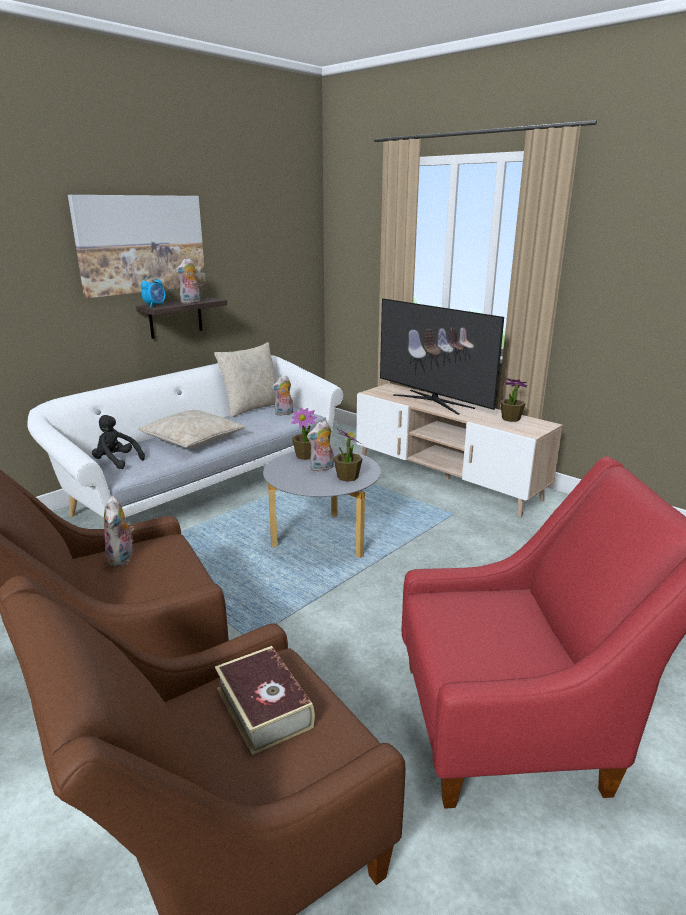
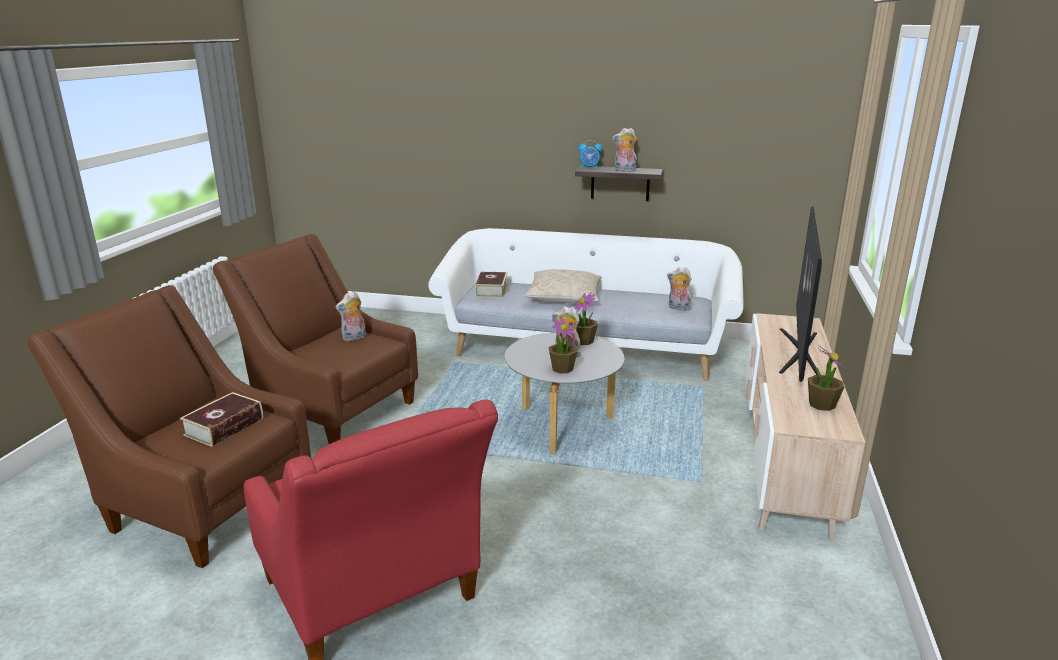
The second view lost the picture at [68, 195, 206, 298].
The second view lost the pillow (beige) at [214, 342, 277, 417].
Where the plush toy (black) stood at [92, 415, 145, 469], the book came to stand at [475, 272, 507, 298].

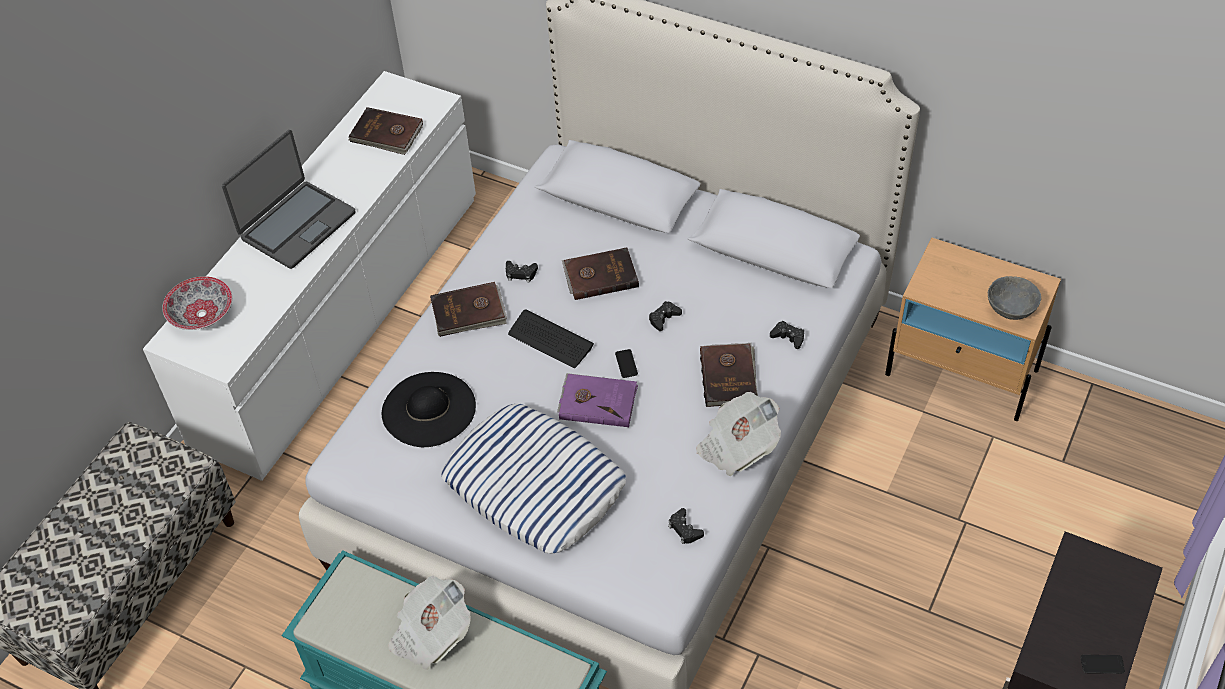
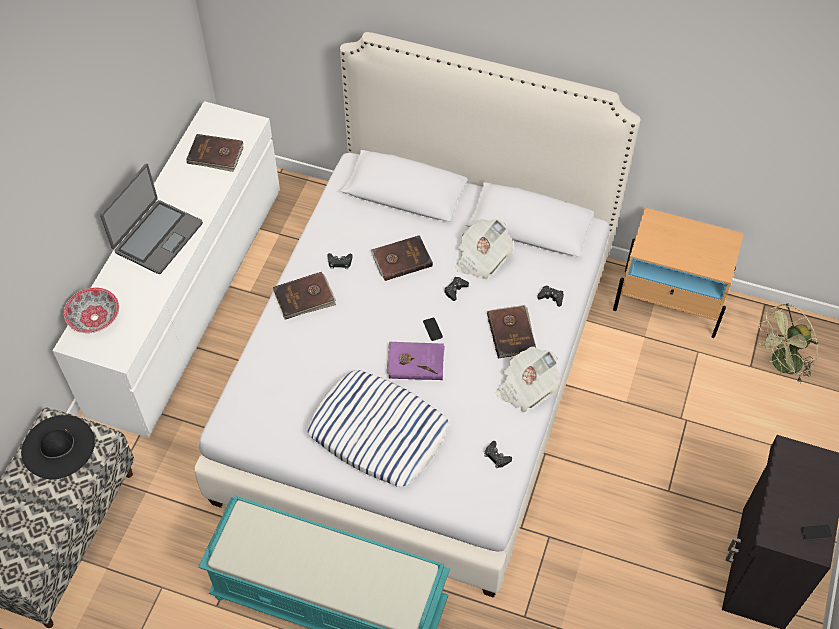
The second view lost the keyboard at [508, 309, 594, 368].
The second view lost the bowl (grey) at [988, 276, 1041, 320].
The second view gained the fan (green) at [759, 304, 818, 383].
The hat (black) ended up elsewhere, having gone from [382, 372, 476, 447] to [21, 415, 95, 479].
The newspaper ended up elsewhere, having gone from [388, 576, 471, 670] to [456, 219, 513, 279].

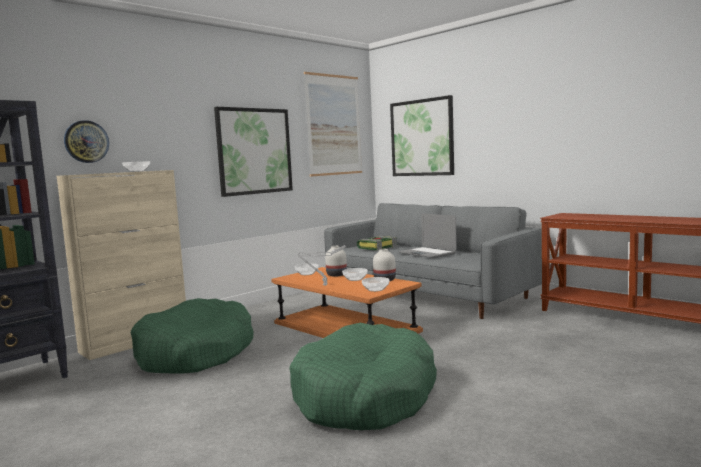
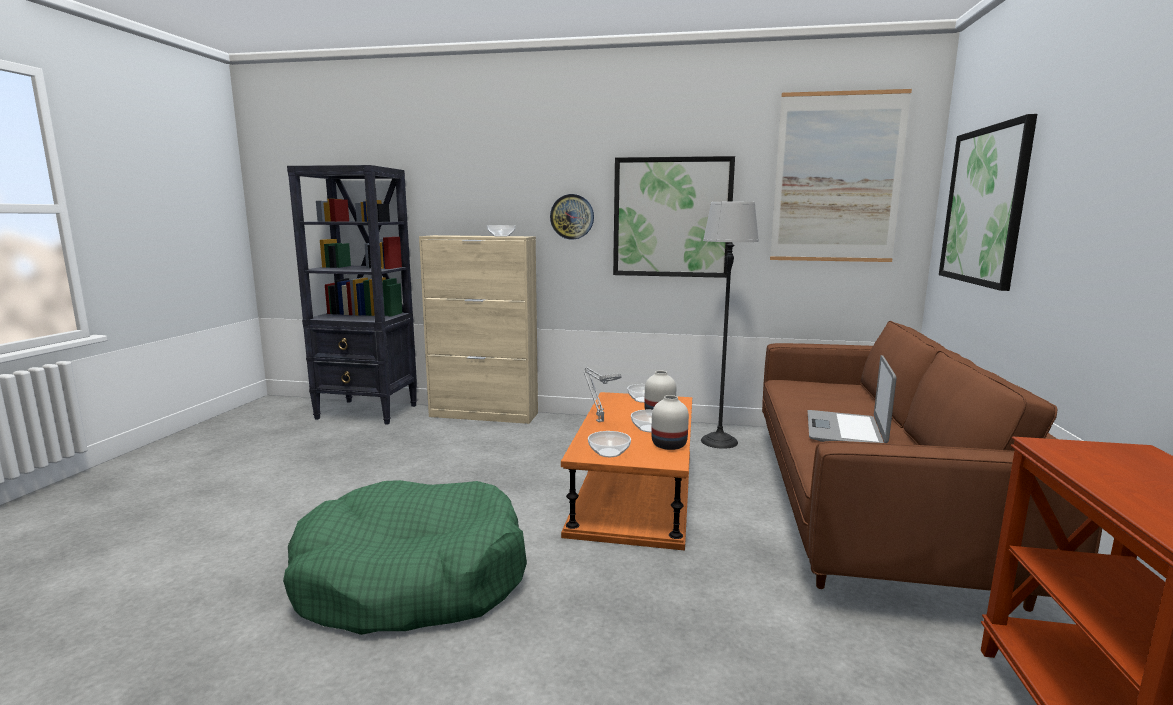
The second view lost the dog bed (green) at [131, 298, 253, 374].
The second view lost the book at [357, 236, 397, 251].
The second view gained the floor lamp at [701, 202, 759, 449].
The wall clock ended up elsewhere, having gone from [64, 120, 109, 163] to [550, 194, 594, 239].
What was the sofa (grey) at [324, 203, 542, 319] turned into the sofa (brown) at [762, 321, 1102, 612].

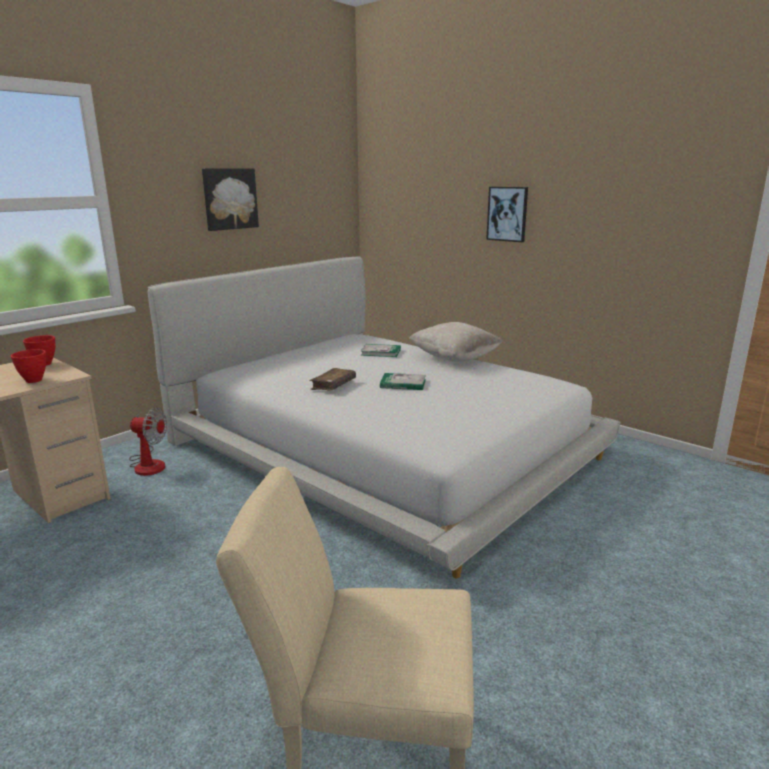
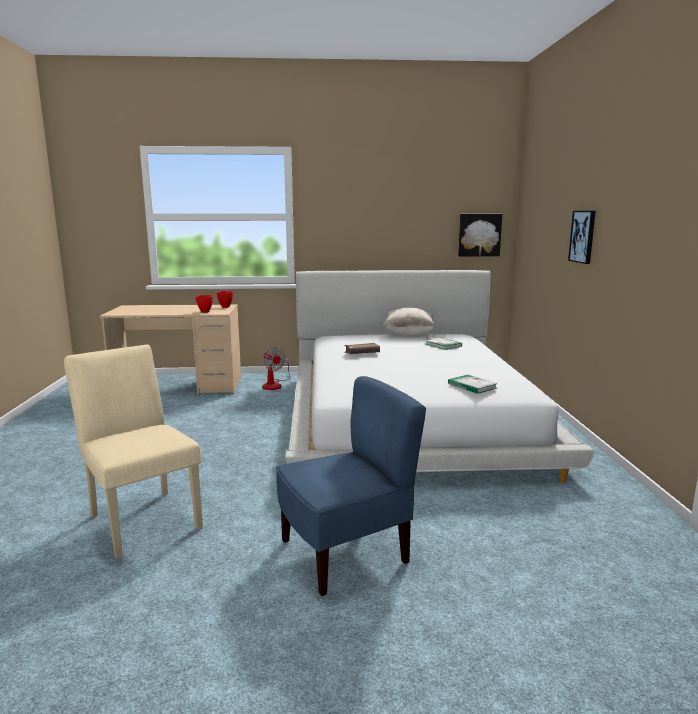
The second view gained the chair (blue) at [276, 376, 426, 596].
The picture ended up elsewhere, having gone from [202, 168, 259, 231] to [458, 214, 502, 256].
The book ended up elsewhere, having gone from [380, 373, 426, 390] to [448, 375, 498, 394].
The pillow (beige) ended up elsewhere, having gone from [409, 322, 503, 362] to [383, 308, 435, 336].

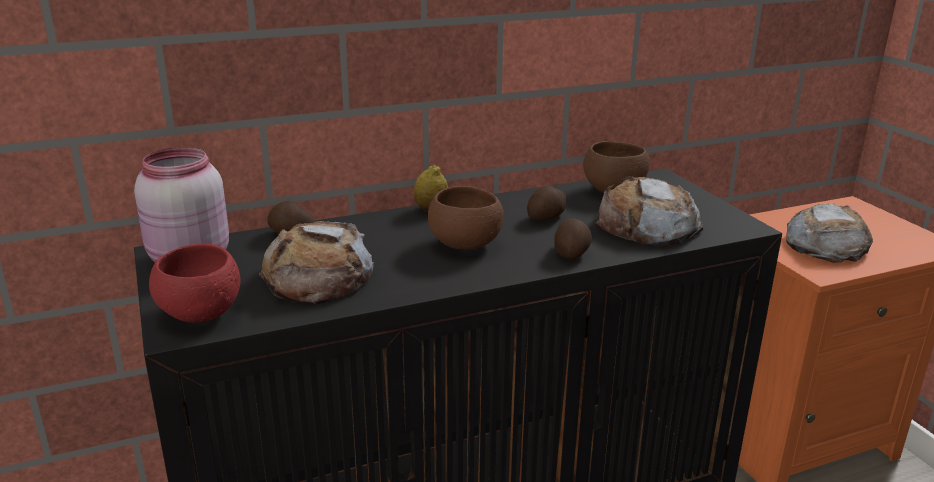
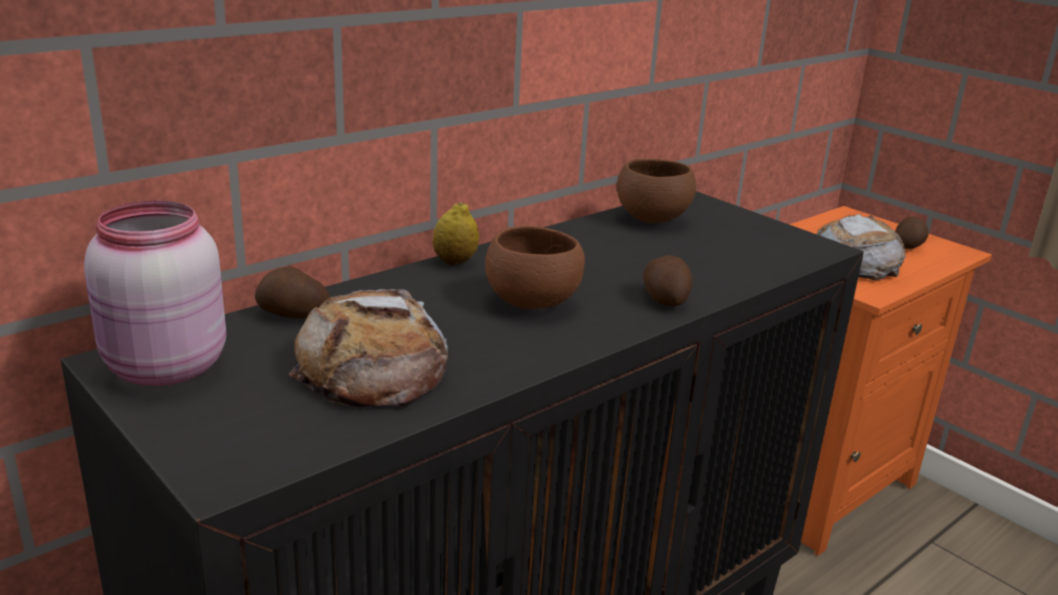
The second view lost the bowl (red) at [149, 243, 241, 322].
The second view lost the bread at [595, 176, 703, 245].
The potato ended up elsewhere, having gone from [527, 186, 566, 221] to [895, 217, 929, 249].

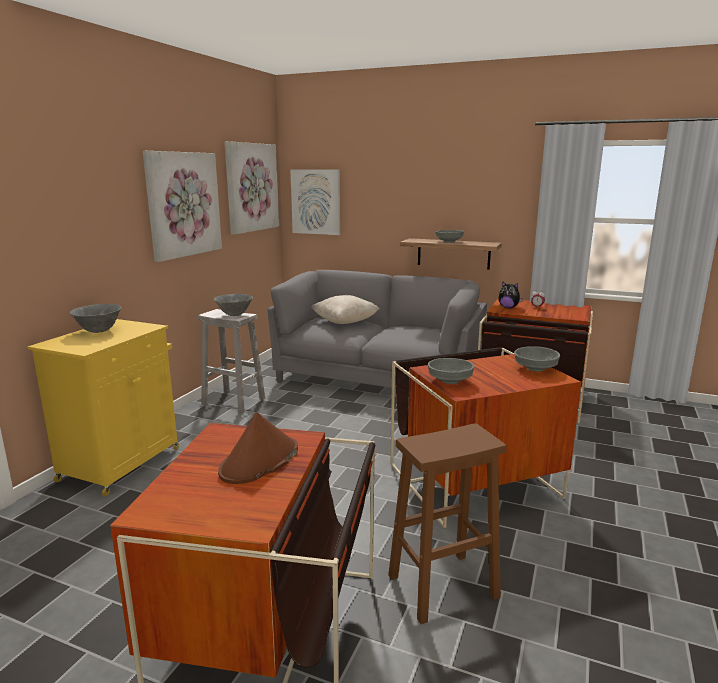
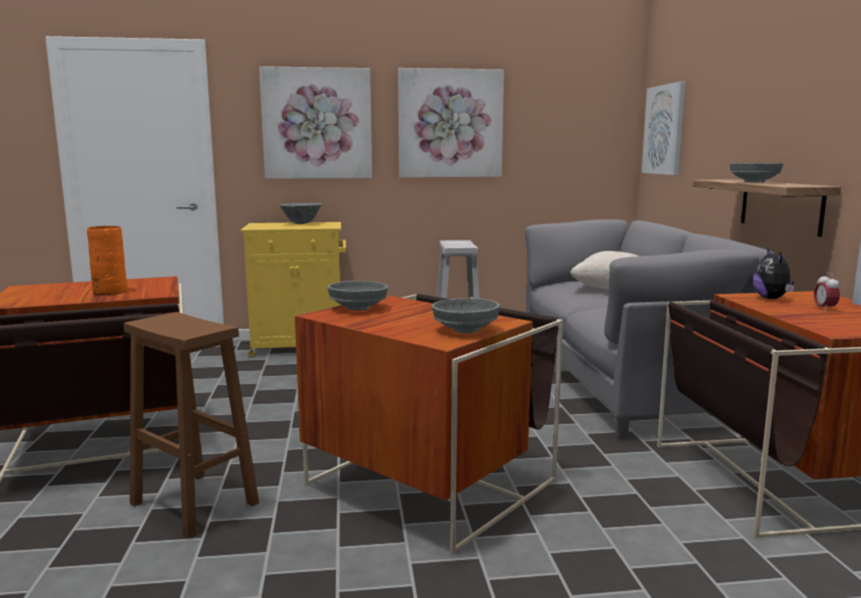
The second view lost the bowl (grey) at [214, 294, 253, 316].
The picture ended up elsewhere, having gone from [225, 141, 279, 235] to [259, 66, 372, 179].
Where the hat (brown) stood at [218, 412, 298, 484], the vase (orange) came to stand at [87, 226, 128, 295].

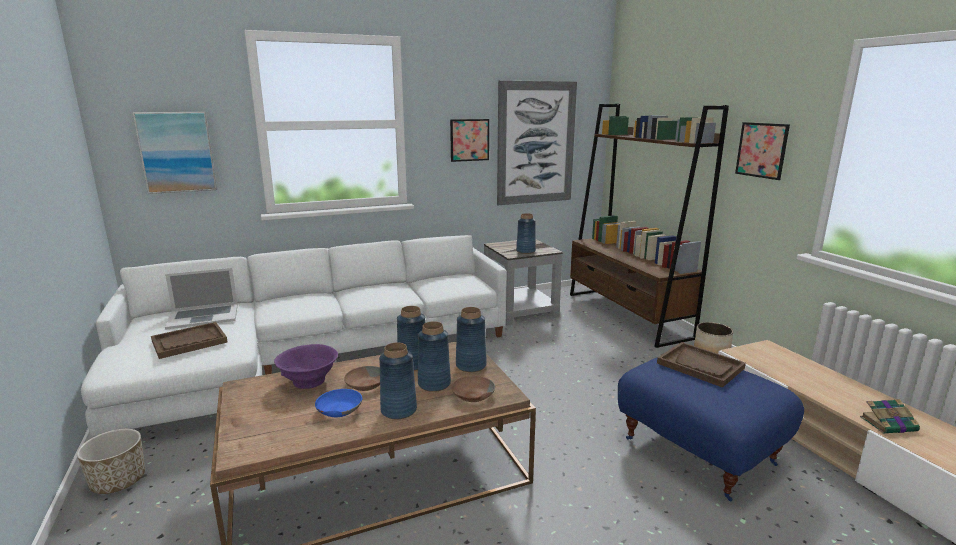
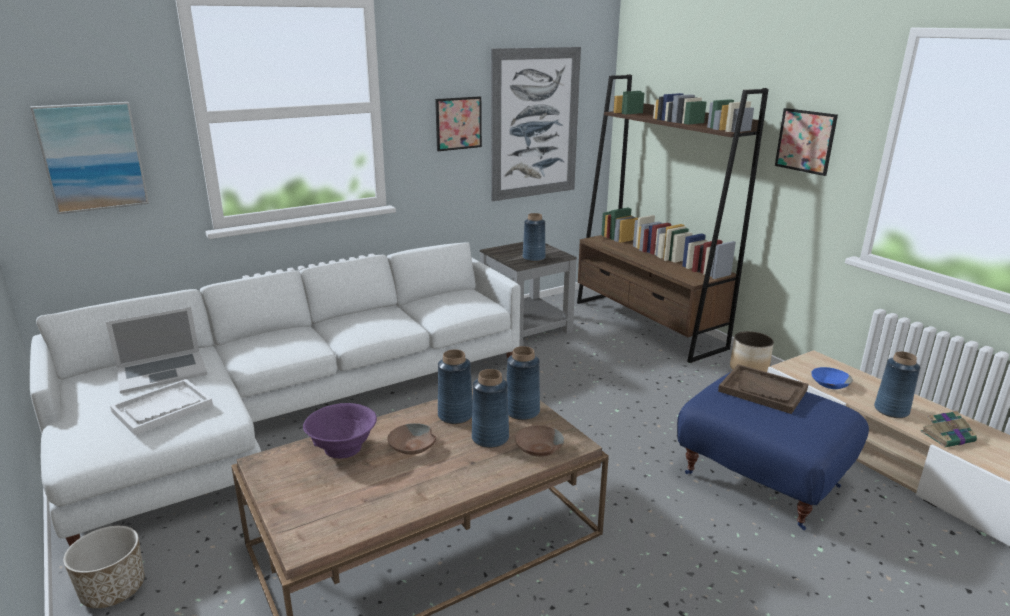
The bowl (blue) ended up elsewhere, having gone from [315, 389, 362, 417] to [811, 367, 853, 389].
The vase (blue) ended up elsewhere, having gone from [379, 342, 417, 419] to [874, 351, 920, 418].
What was the tray (brown) at [151, 322, 228, 359] turned into the tray (white) at [110, 379, 213, 435].

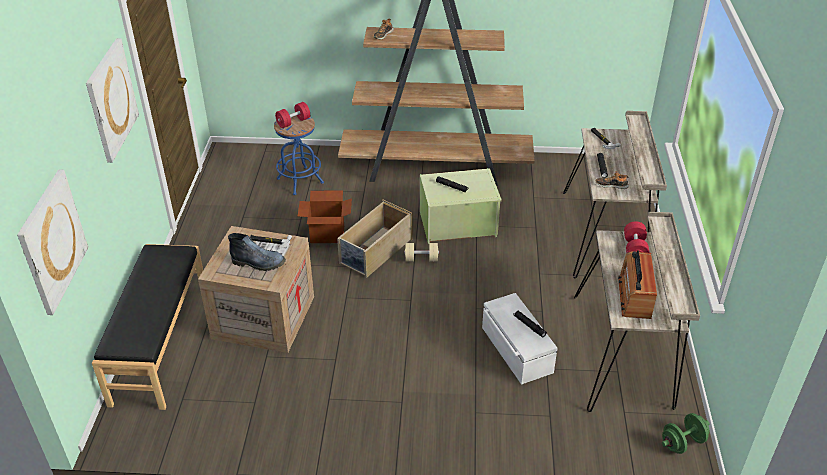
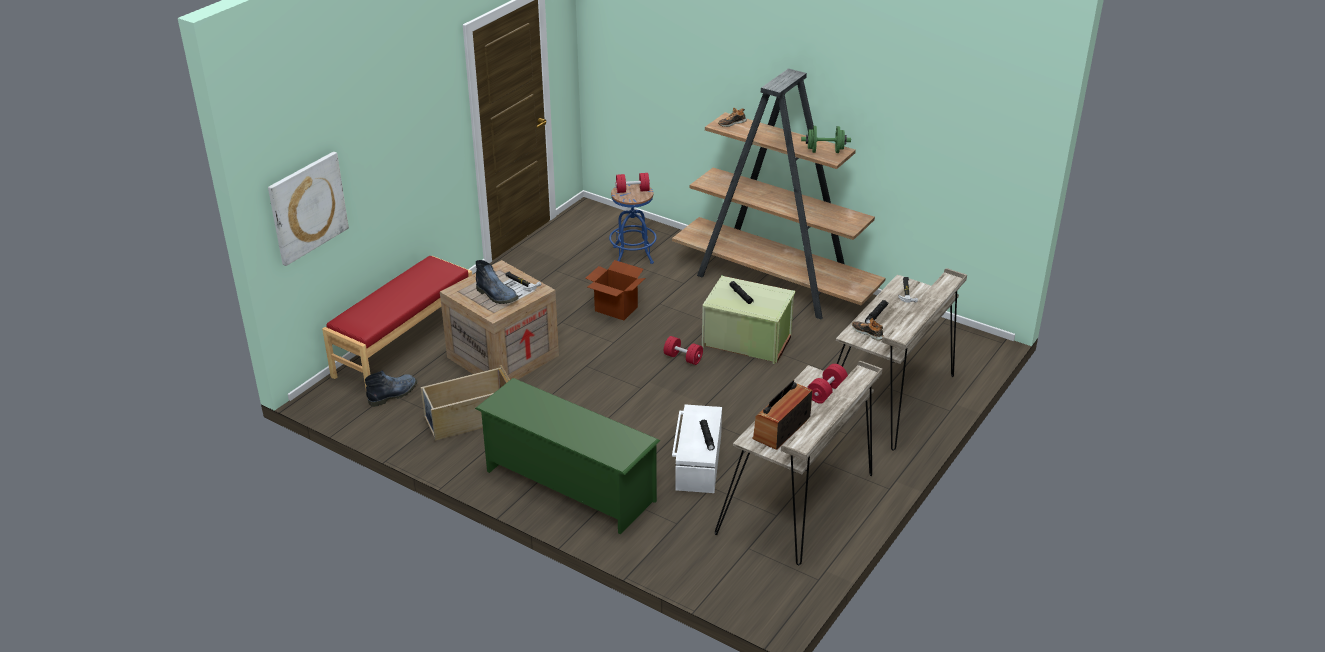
The second view lost the picture at [86, 38, 139, 163].
The second view gained the boot at [365, 371, 417, 407].
The second view gained the shoe rack (green) at [475, 378, 660, 535].
The storage box (beige) ended up elsewhere, having gone from [337, 200, 413, 278] to [420, 365, 510, 441].
The dumbbell (green) ended up elsewhere, having gone from [662, 413, 709, 454] to [801, 126, 851, 153].
What was the bench (black) at [92, 244, 203, 410] turned into the bench (red) at [322, 256, 472, 388].
What was the dumbbell (beige) at [404, 243, 439, 262] turned into the dumbbell (red) at [664, 336, 703, 365].

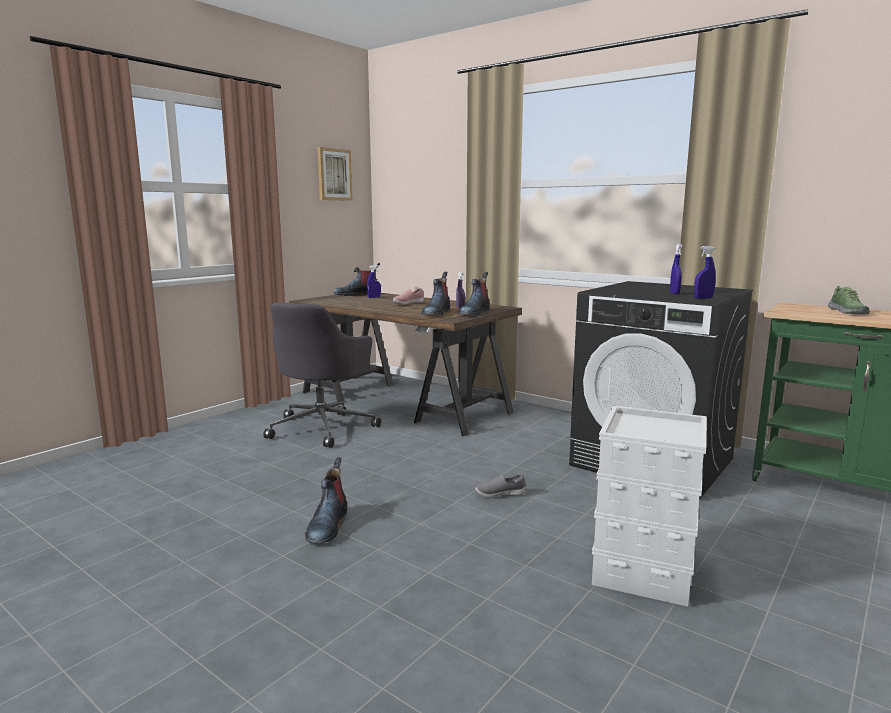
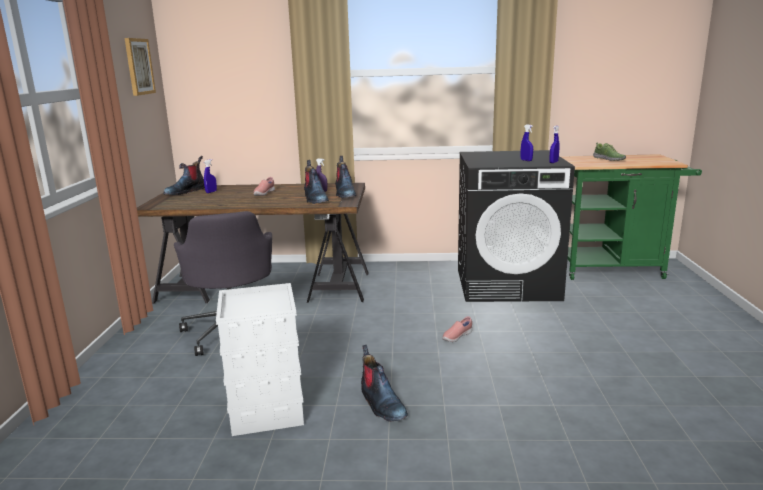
The storage box (white) ended up elsewhere, having gone from [592, 406, 707, 607] to [216, 283, 304, 436].
What was the shoe (grey) at [475, 473, 526, 498] turned into the shoe (pink) at [442, 316, 472, 342].

